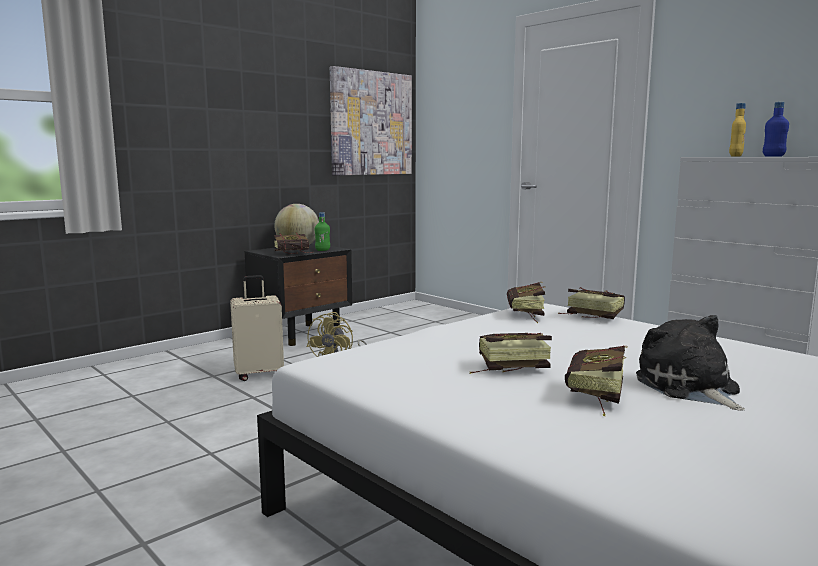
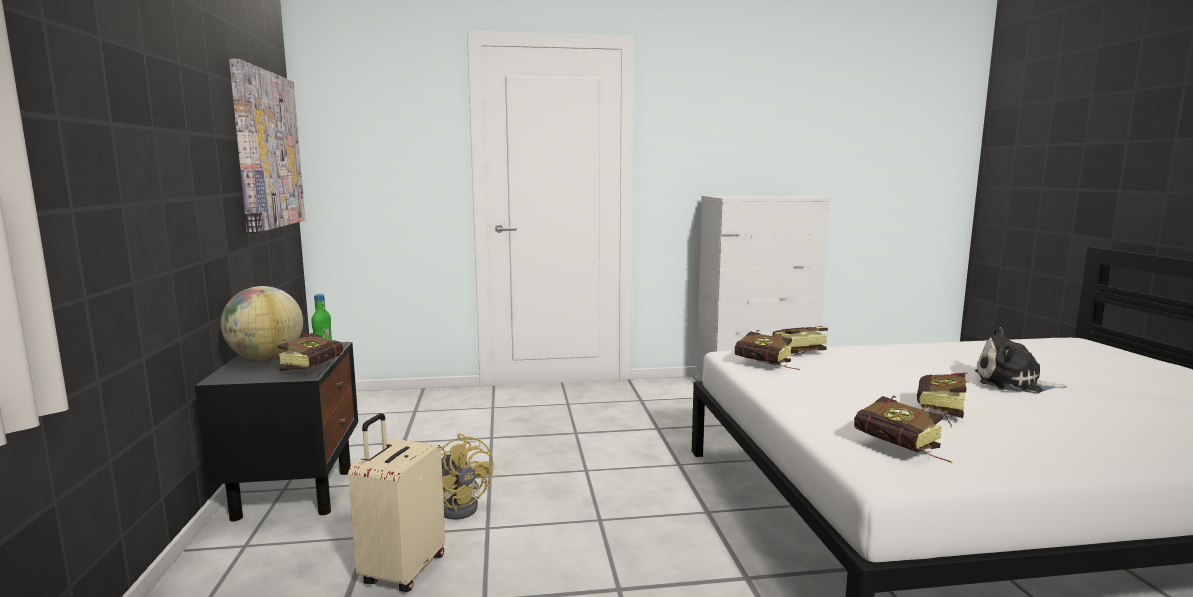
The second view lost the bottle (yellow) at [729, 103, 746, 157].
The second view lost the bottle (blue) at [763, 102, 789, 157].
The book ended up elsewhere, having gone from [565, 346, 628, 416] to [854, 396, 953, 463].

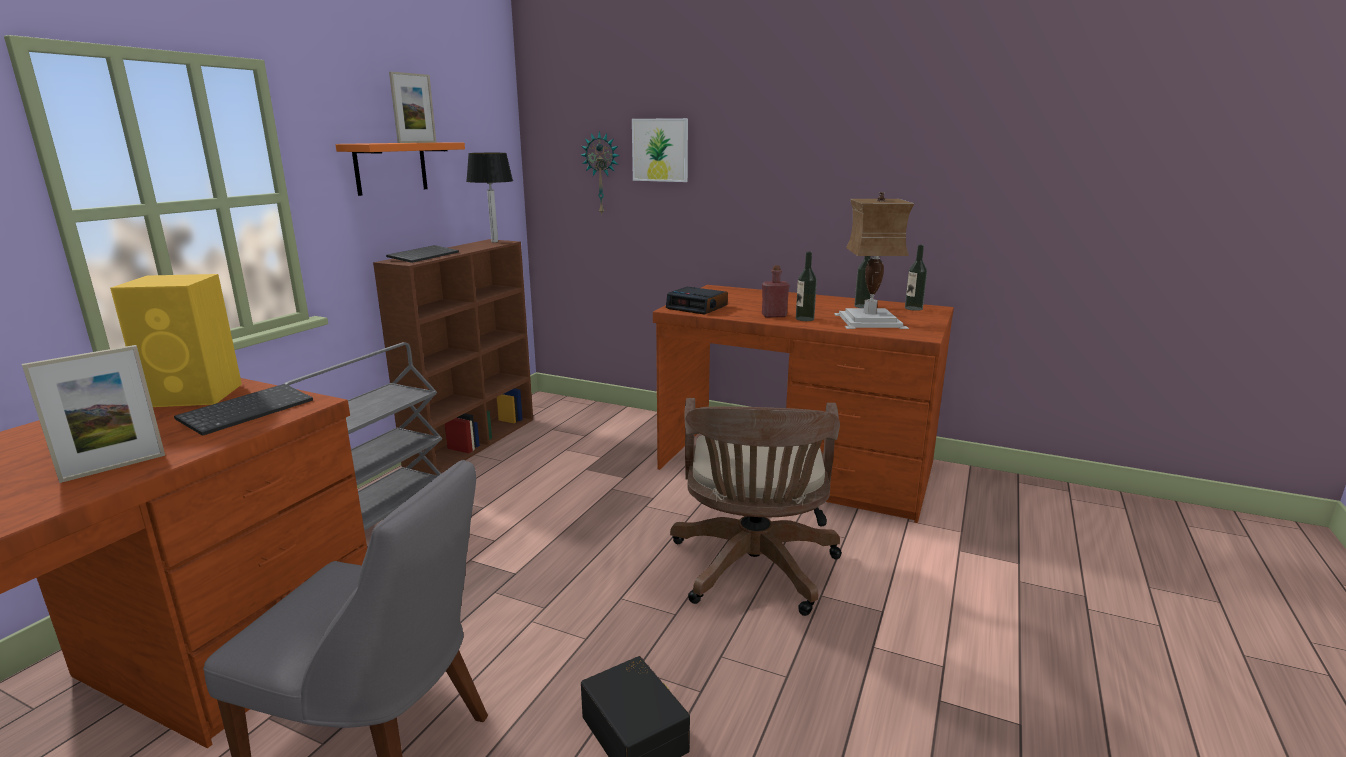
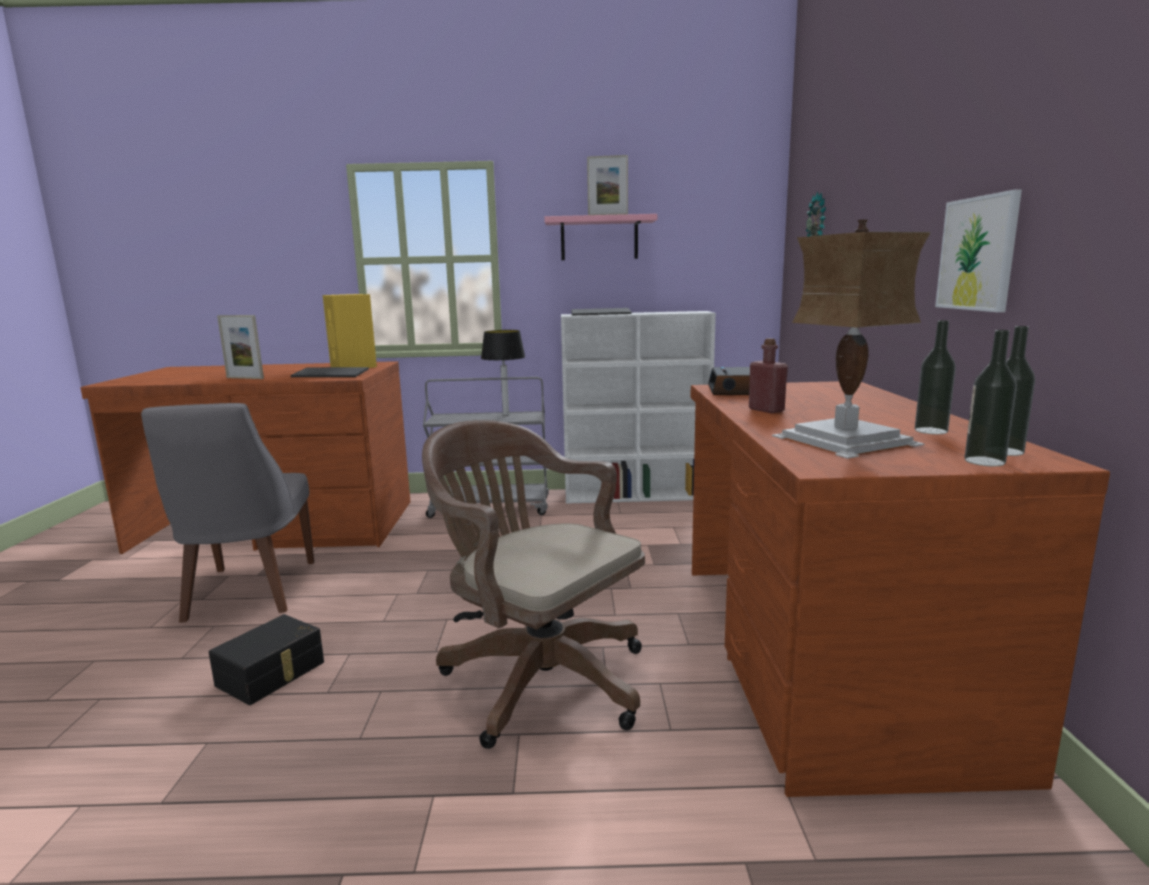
The table lamp ended up elsewhere, having gone from [466, 153, 513, 243] to [481, 330, 525, 416].
The picture ended up elsewhere, having gone from [632, 118, 688, 182] to [935, 189, 1022, 312].
The bottle ended up elsewhere, having gone from [796, 252, 817, 321] to [964, 330, 1017, 466].
What was the shelf (orange) at [335, 142, 465, 196] turned into the shelf (pink) at [544, 214, 657, 260].
What was the bookcase (brown) at [373, 239, 533, 476] turned into the bookcase (white) at [561, 311, 716, 503].
The office chair (brown) at [670, 398, 842, 616] ended up facing another way, 60 degrees clockwise from before.

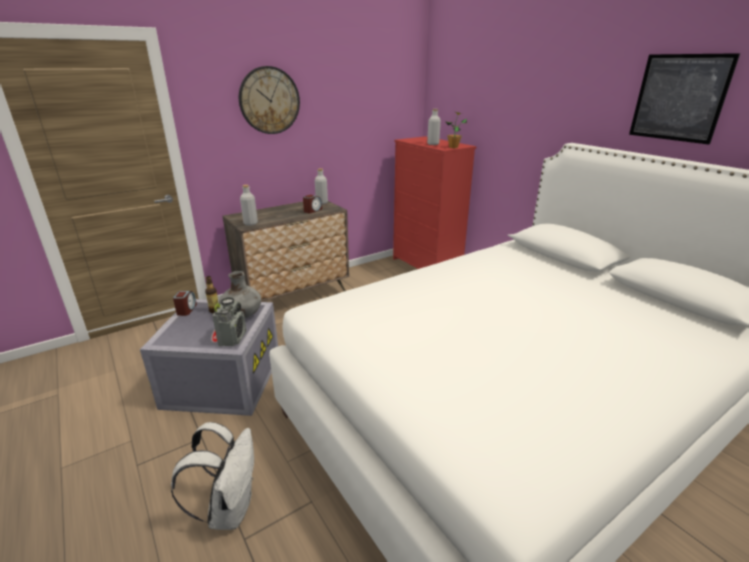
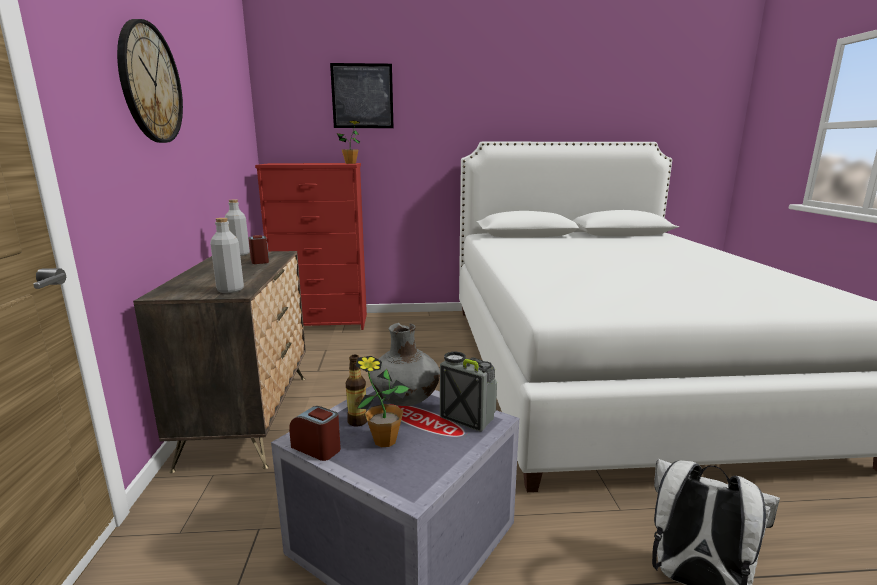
The second view lost the bottle (grey) at [427, 109, 441, 145].
The second view gained the potted plant at [355, 356, 409, 447].
The picture ended up elsewhere, having gone from [629, 53, 740, 145] to [330, 63, 394, 128].

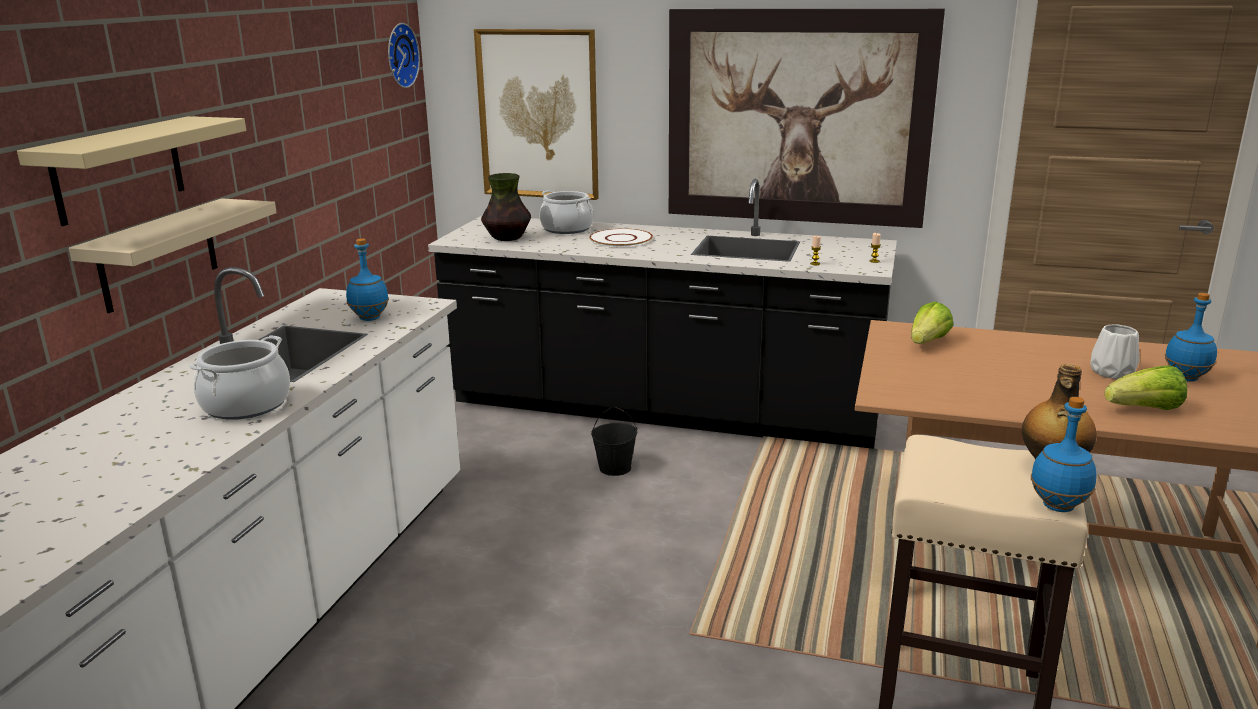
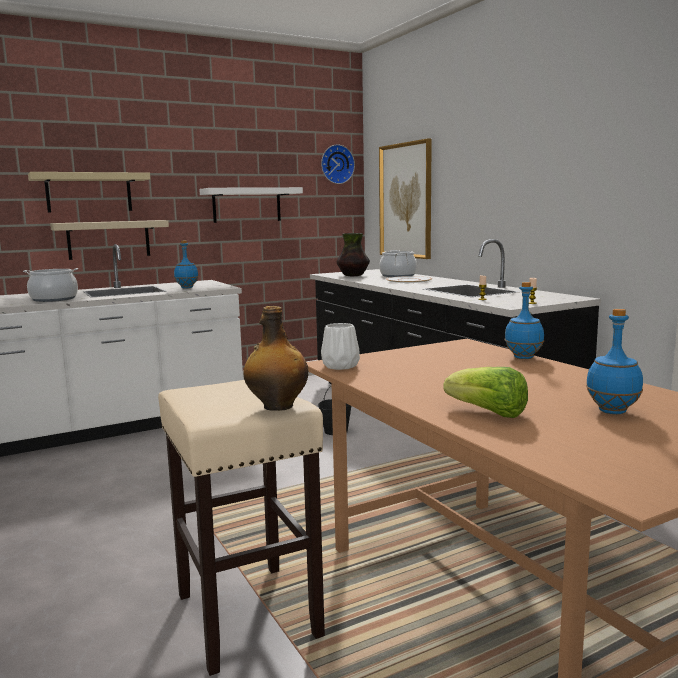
The second view lost the picture at [669, 9, 945, 228].
The second view lost the lettuce at [911, 301, 954, 344].
The second view gained the shelf (white) at [199, 187, 303, 223].
The bottle (blue) ended up elsewhere, having gone from [1031, 397, 1097, 512] to [504, 282, 544, 359].
The vase (white) ended up elsewhere, having gone from [1090, 324, 1140, 379] to [321, 323, 360, 370].

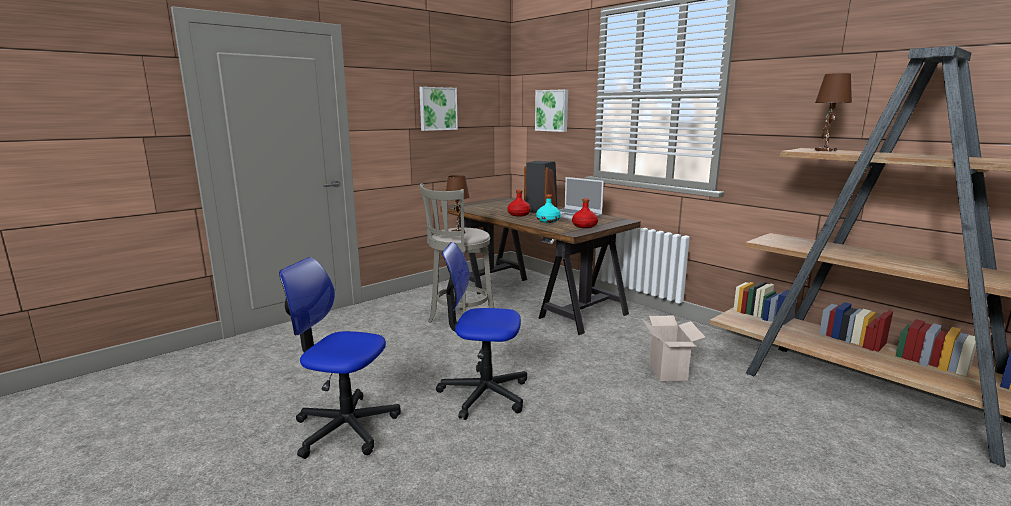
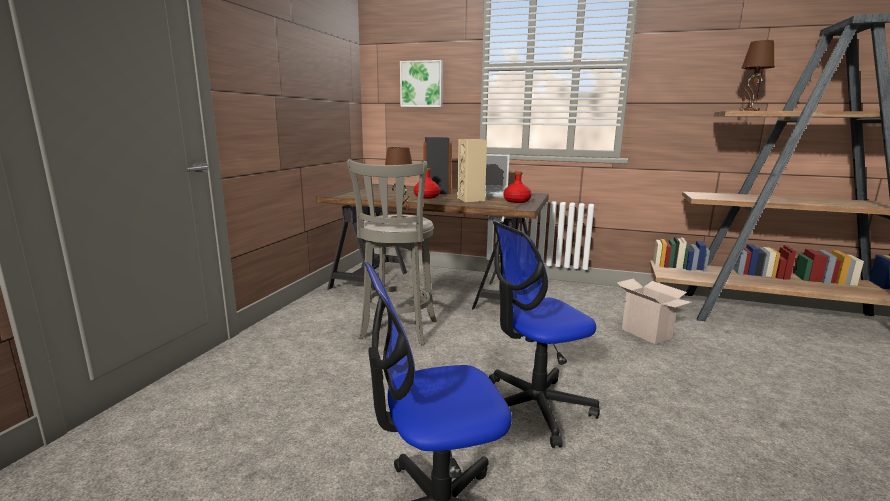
The second view lost the picture at [419, 87, 458, 131].
Where the bottle (turquoise) stood at [536, 194, 561, 223], the speaker (beige) came to stand at [457, 139, 487, 202].

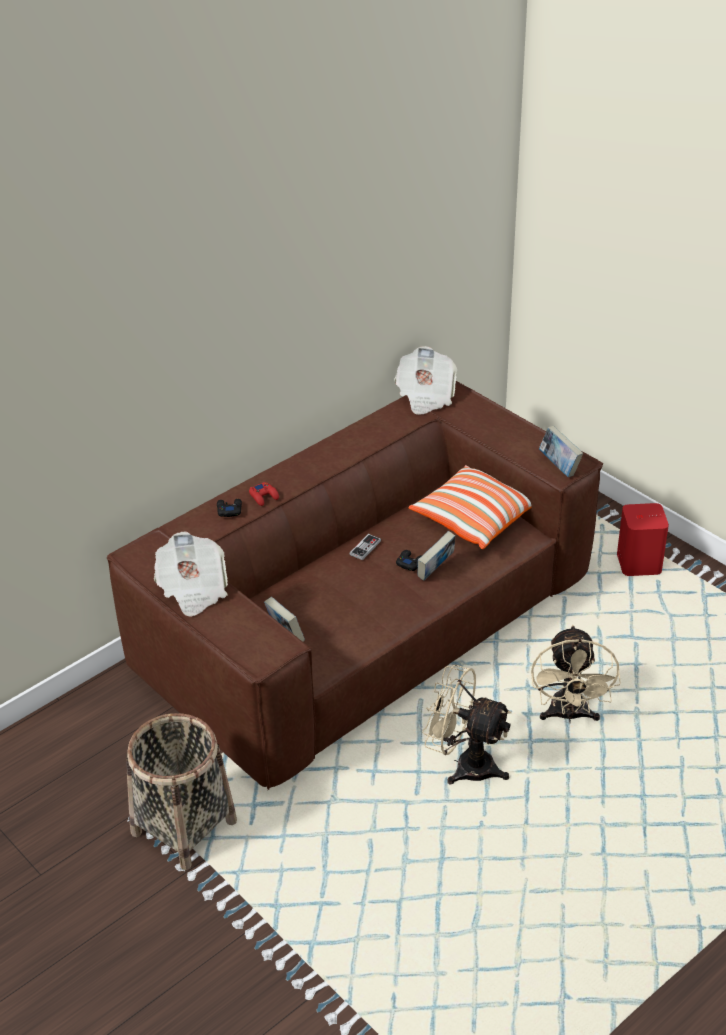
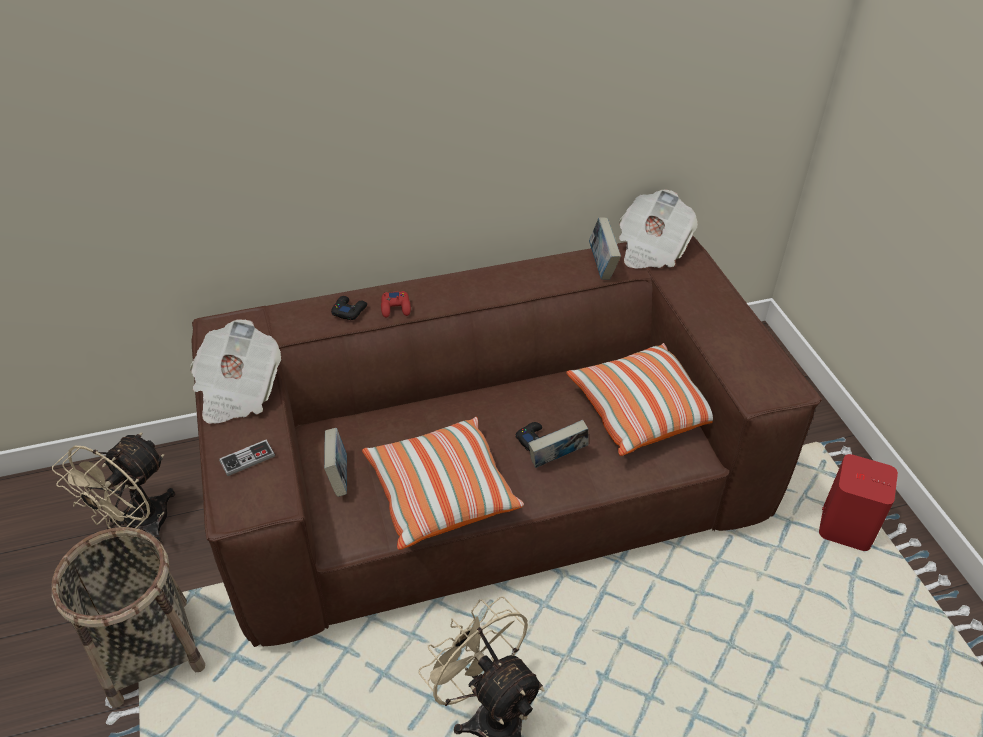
The second view gained the pillow at [362, 417, 524, 550].
The game controller ended up elsewhere, having gone from [350, 534, 381, 560] to [219, 440, 275, 476].
The fan (beige) ended up elsewhere, having gone from [531, 625, 621, 723] to [52, 433, 175, 543].
The book ended up elsewhere, having gone from [539, 426, 583, 477] to [589, 217, 621, 280].

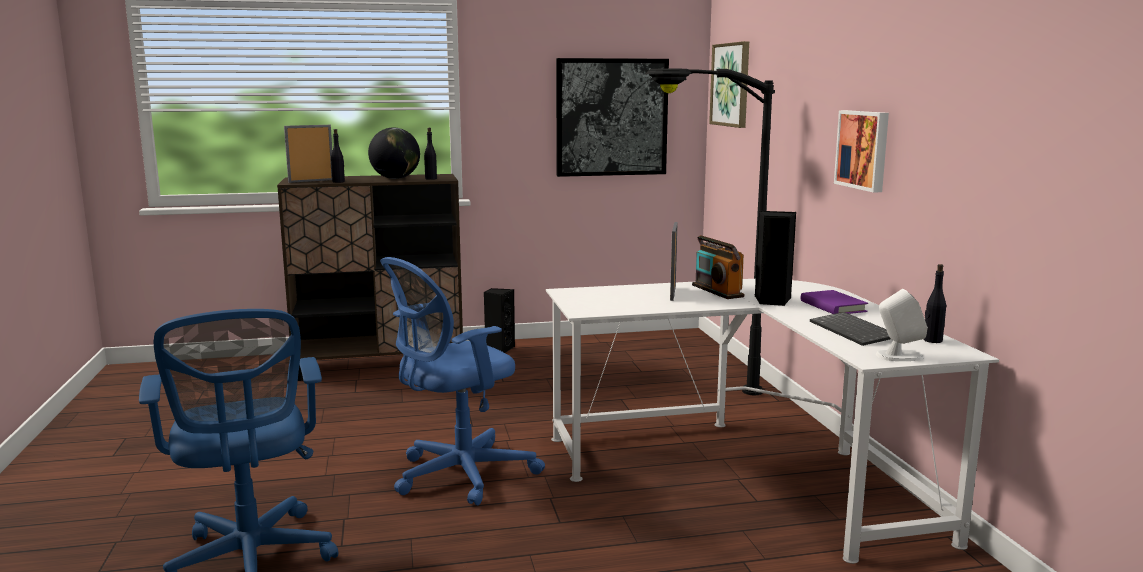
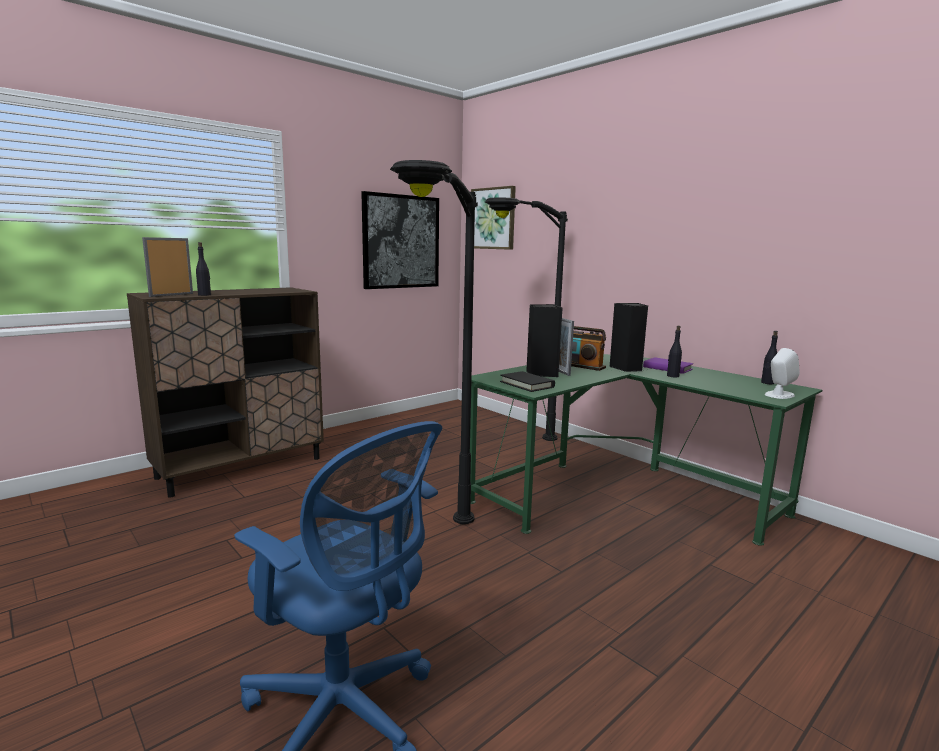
The second view lost the globe at [368, 128, 420, 179].
The second view lost the keyboard at [810, 312, 891, 346].
The second view lost the picture at [834, 110, 889, 193].
The second view gained the book (black) at [500, 371, 555, 392].
The bottle (black) ended up elsewhere, having gone from [424, 128, 437, 180] to [667, 326, 682, 377].
The speaker (black) ended up elsewhere, having gone from [484, 288, 515, 353] to [526, 304, 563, 377].
Where the office chair (blue) stood at [380, 257, 545, 505], the floor lamp (black) came to stand at [390, 160, 478, 524].
What was the desk (white) at [546, 279, 999, 564] turned into the desk (green) at [470, 354, 822, 546].

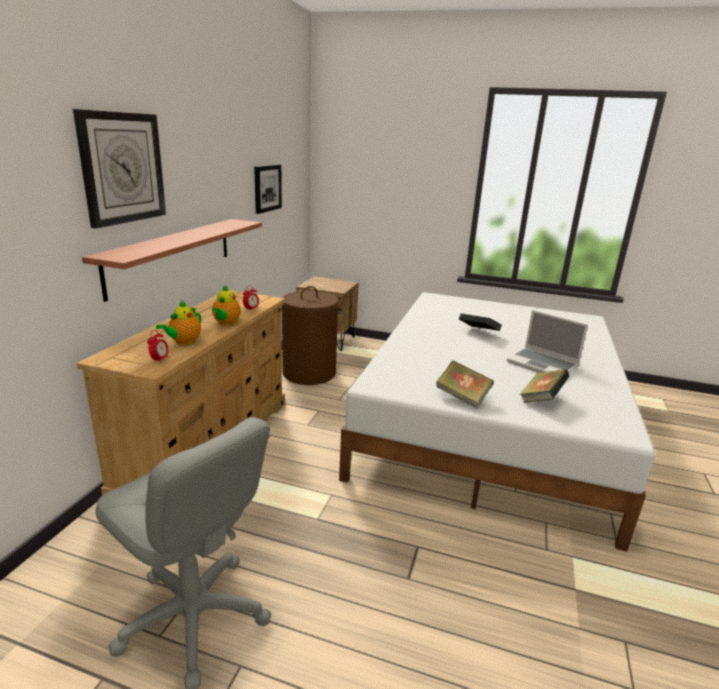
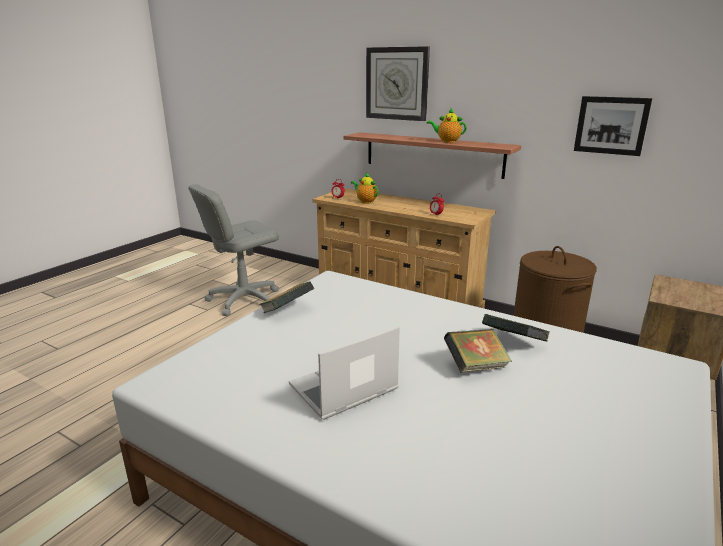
The teapot ended up elsewhere, having gone from [212, 285, 241, 326] to [427, 108, 467, 143].
The book ended up elsewhere, having gone from [520, 369, 569, 403] to [482, 314, 550, 341].

